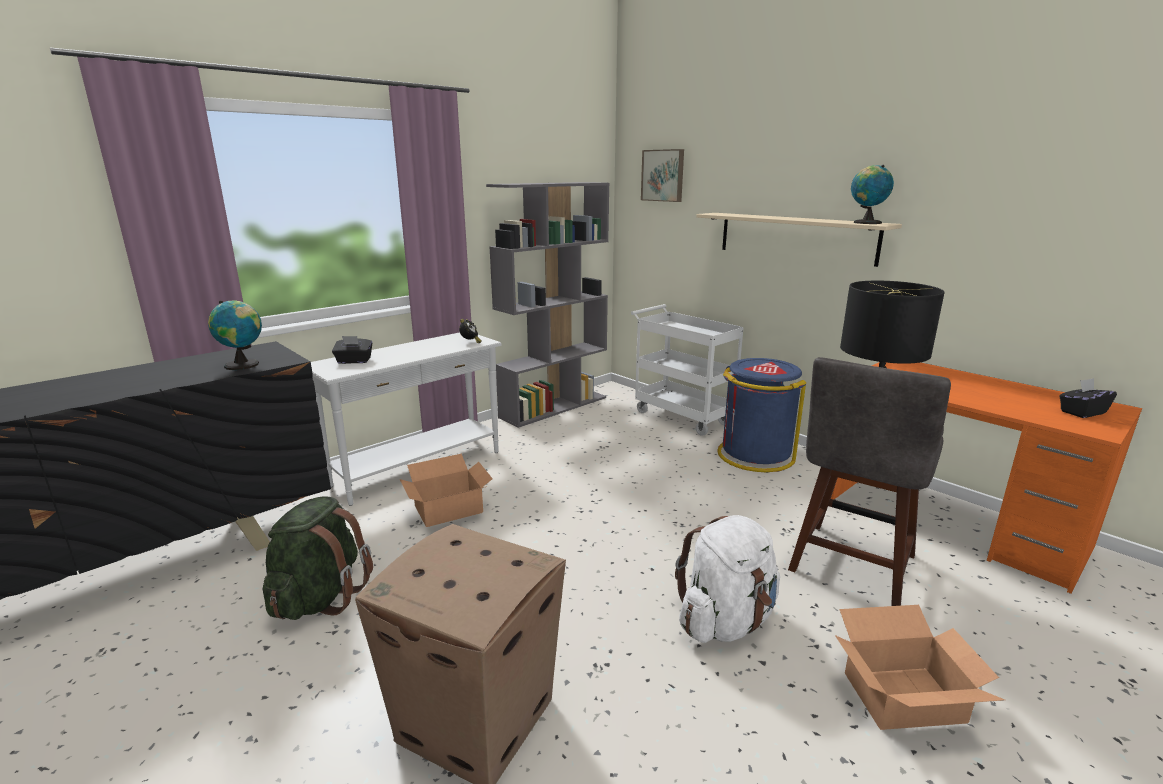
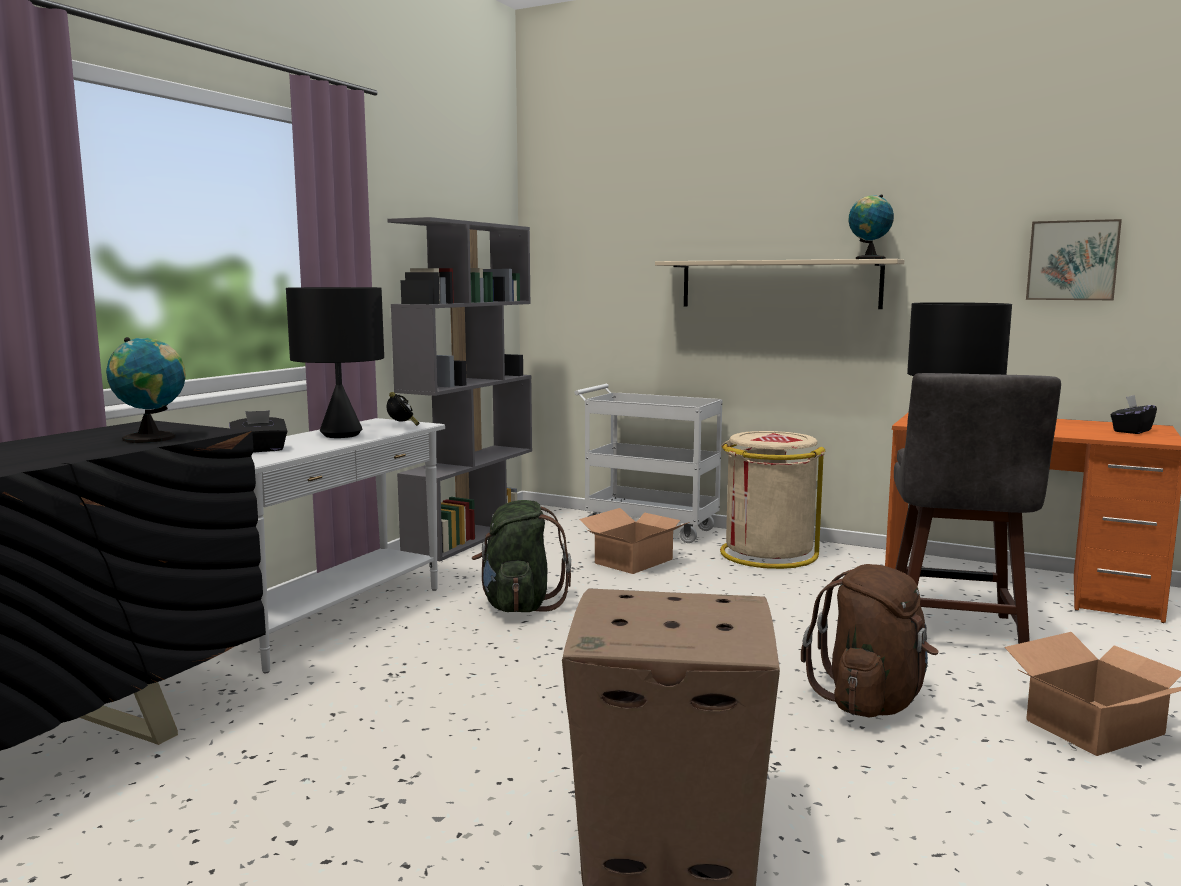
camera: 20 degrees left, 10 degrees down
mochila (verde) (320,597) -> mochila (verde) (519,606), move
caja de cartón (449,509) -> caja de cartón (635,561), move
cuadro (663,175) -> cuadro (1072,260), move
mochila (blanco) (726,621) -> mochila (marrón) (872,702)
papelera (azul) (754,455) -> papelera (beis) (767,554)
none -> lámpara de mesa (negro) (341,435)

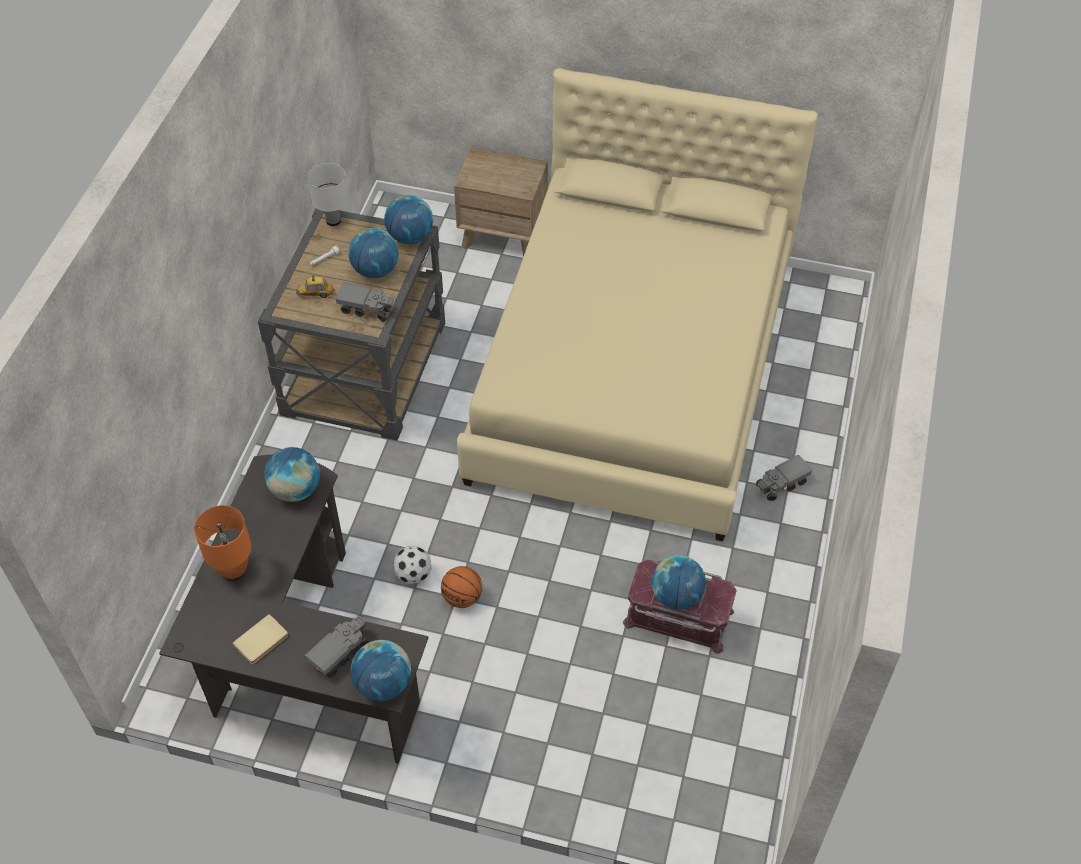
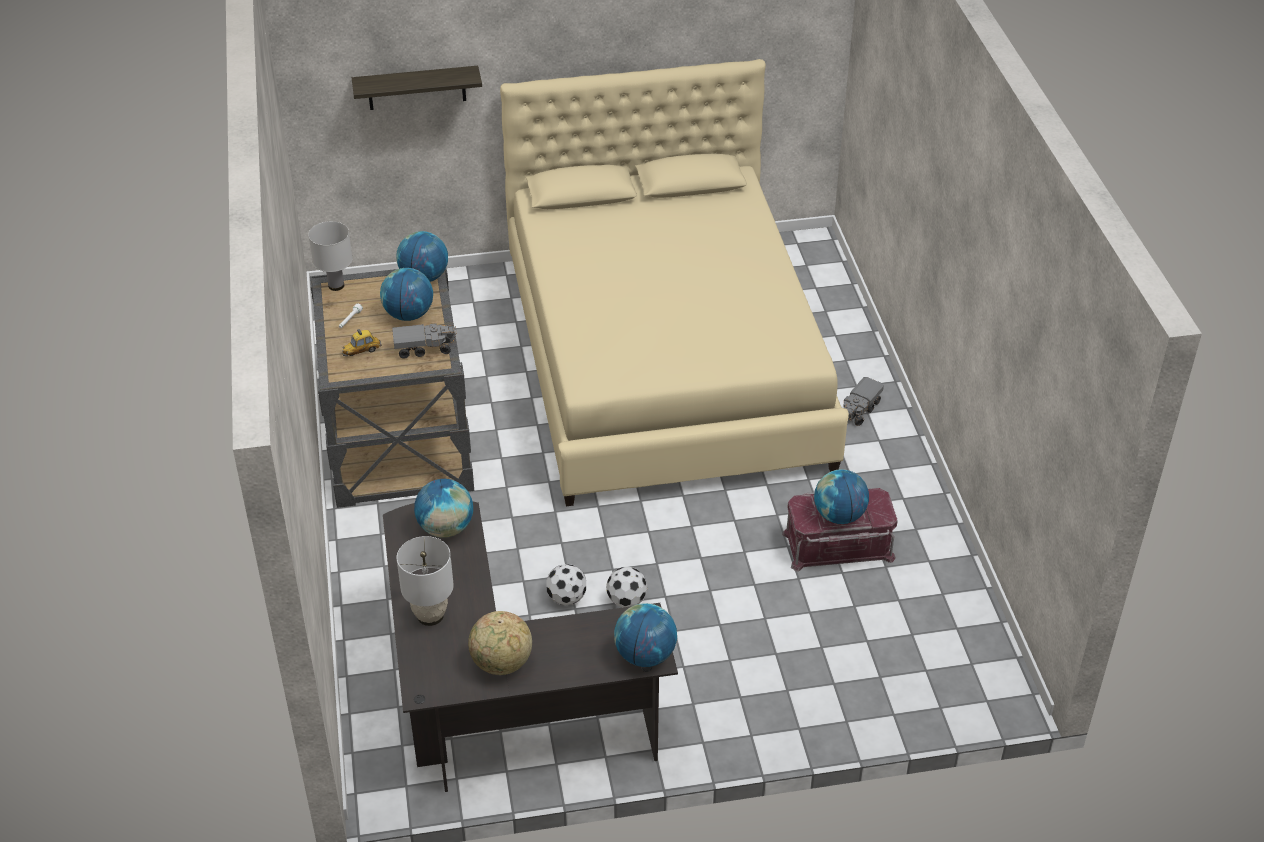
camera: 25 degrees left, 10 degrees down
lámpara de mesa (naranja) (233,570) -> lámpara de mesa (blanco) (430,615)
libro (beis) (262,641) -> globo terráqueo (501,663)
camión de juguete (340,652) -> none
balón de baloncesto (462,597) -> balón de fútbol (627,600)
mesita de noche (marrón) (503,235) -> none
none -> estante (416,88)

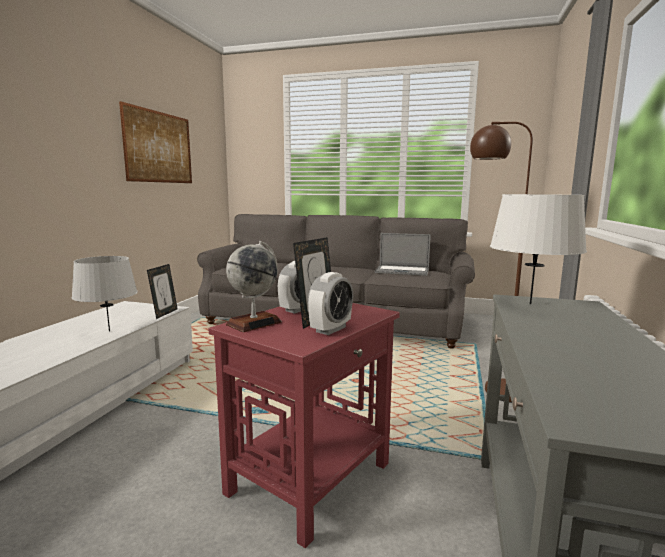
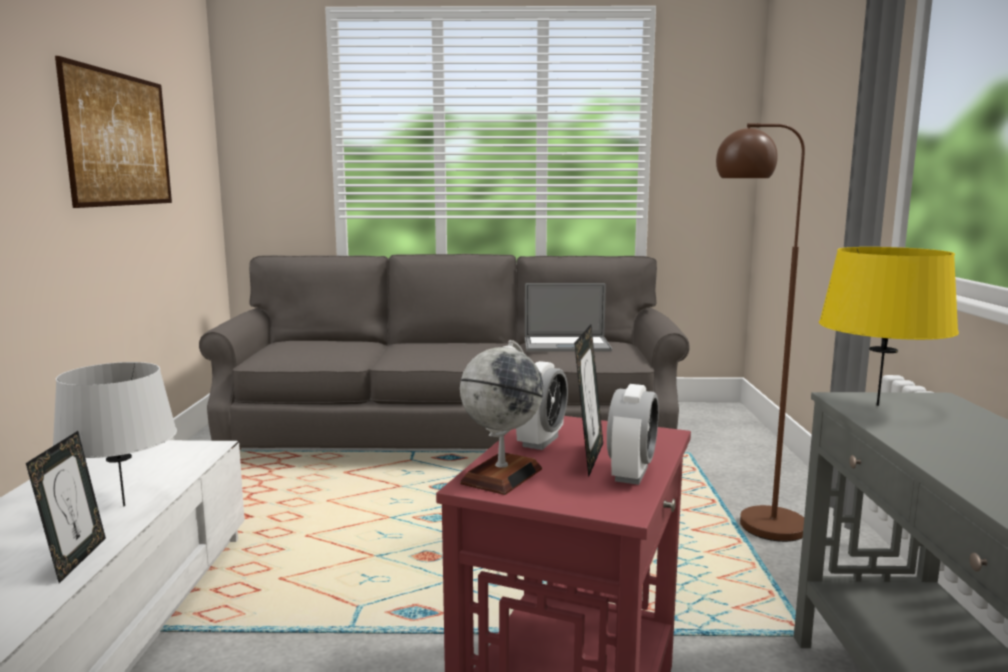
camera: 15 degrees left, 0 degrees up
portarretratos (164,313) -> portarretratos (76,559), move
lámpara de mesa (blanco) (530,304) -> lámpara de mesa (amarillo) (877,405)

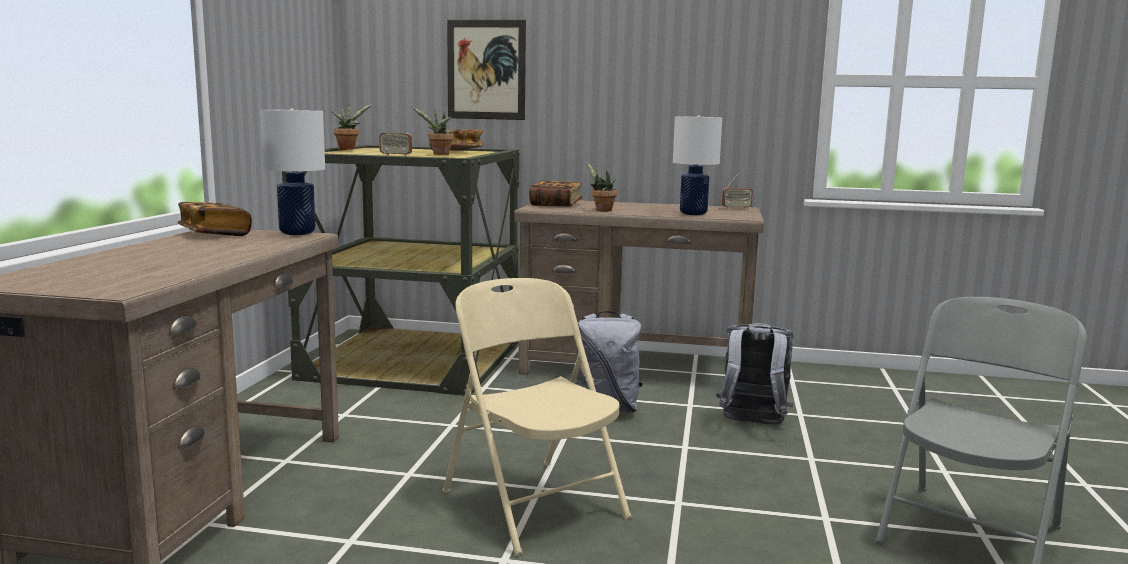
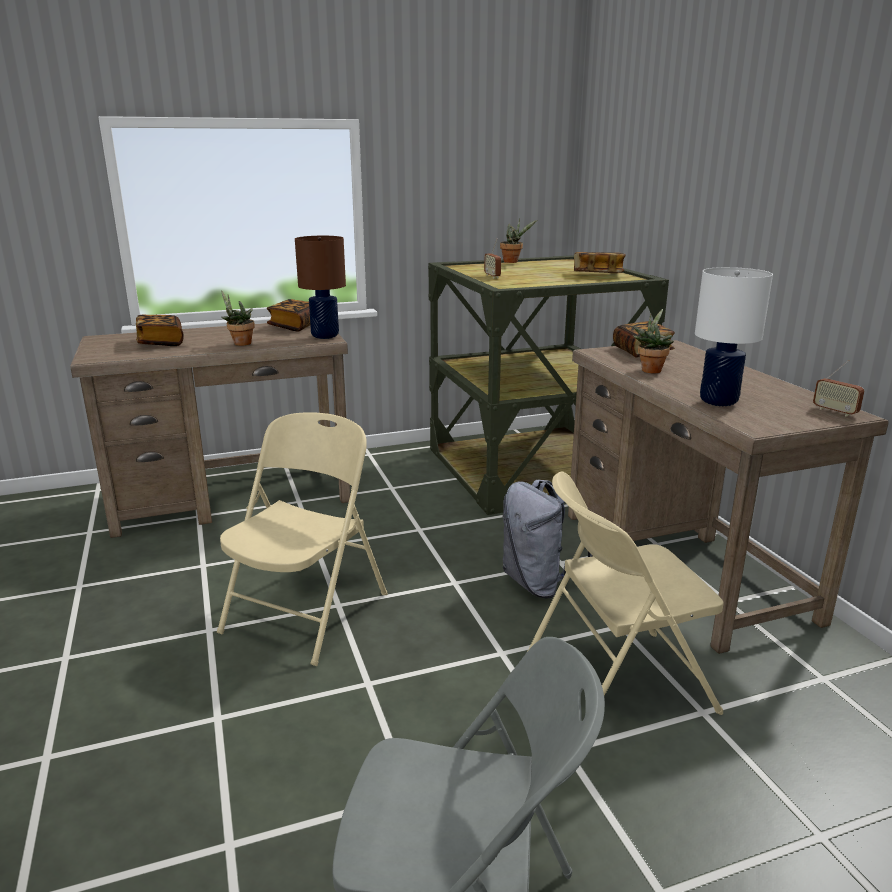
camera: 60 degrees right, 10 degrees up
lámpara de mesa (blanco) (298,234) -> lámpara de mesa (marrón) (325,337)
planta en maceta (439,154) -> planta en maceta (240,343), move
cuadro (486,70) -> none
mochila (gris) (752,424) -> silla (beis) (618,682)
none -> libro (161,342)

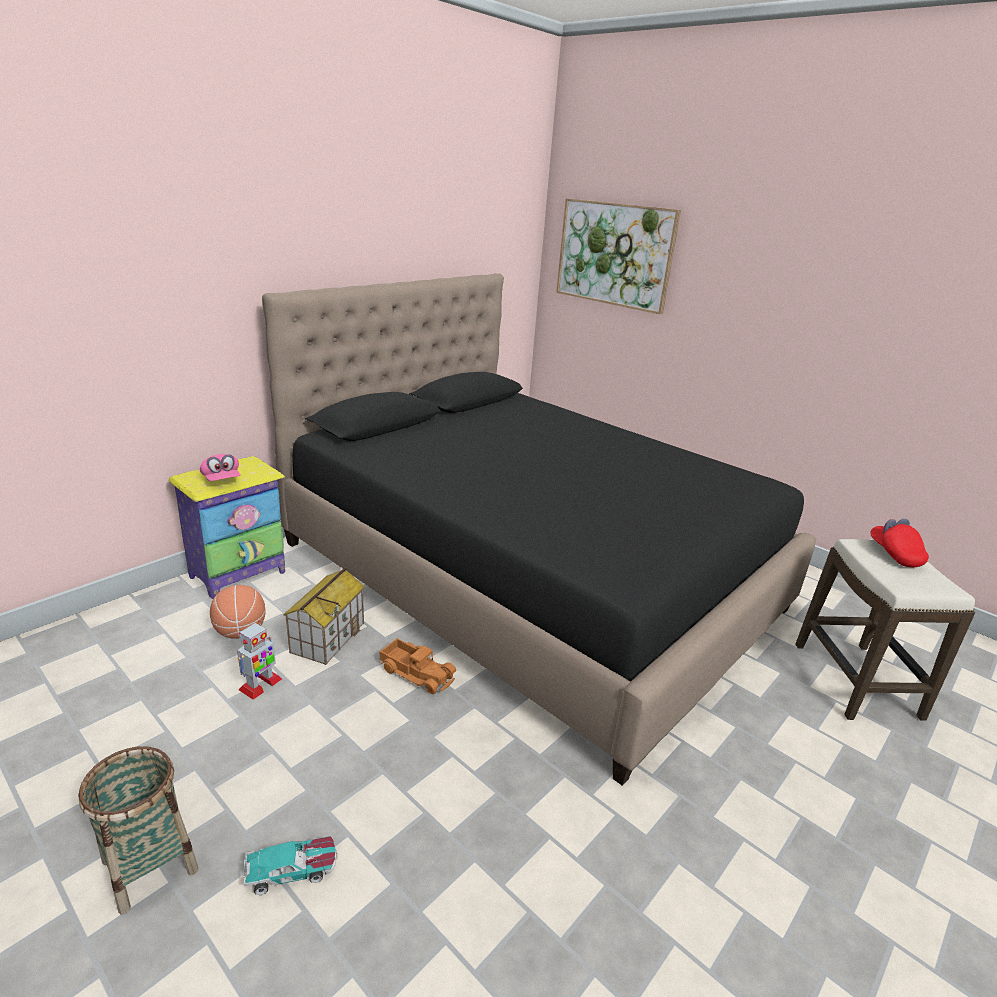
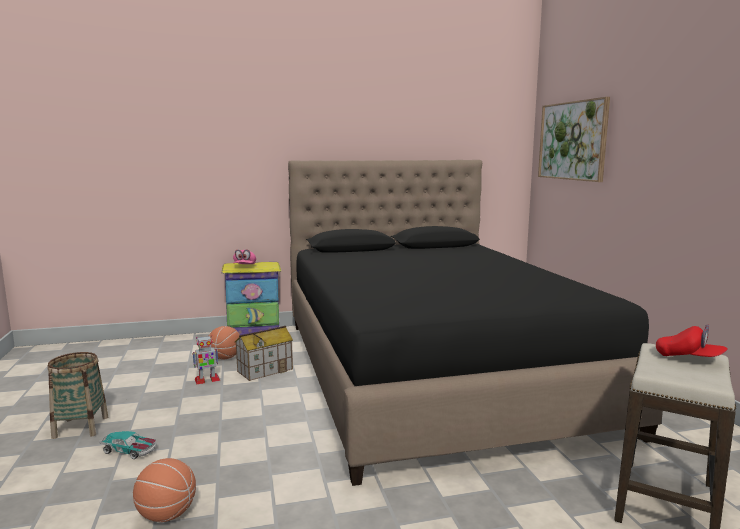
camera: 35 degrees right, 15 degrees down
camión de juguete (417,672) -> none
gorra (rojo) (894,554) -> gorra (rojo) (688,358), 105 degrees clockwise
none -> balón de baloncesto (166,514)

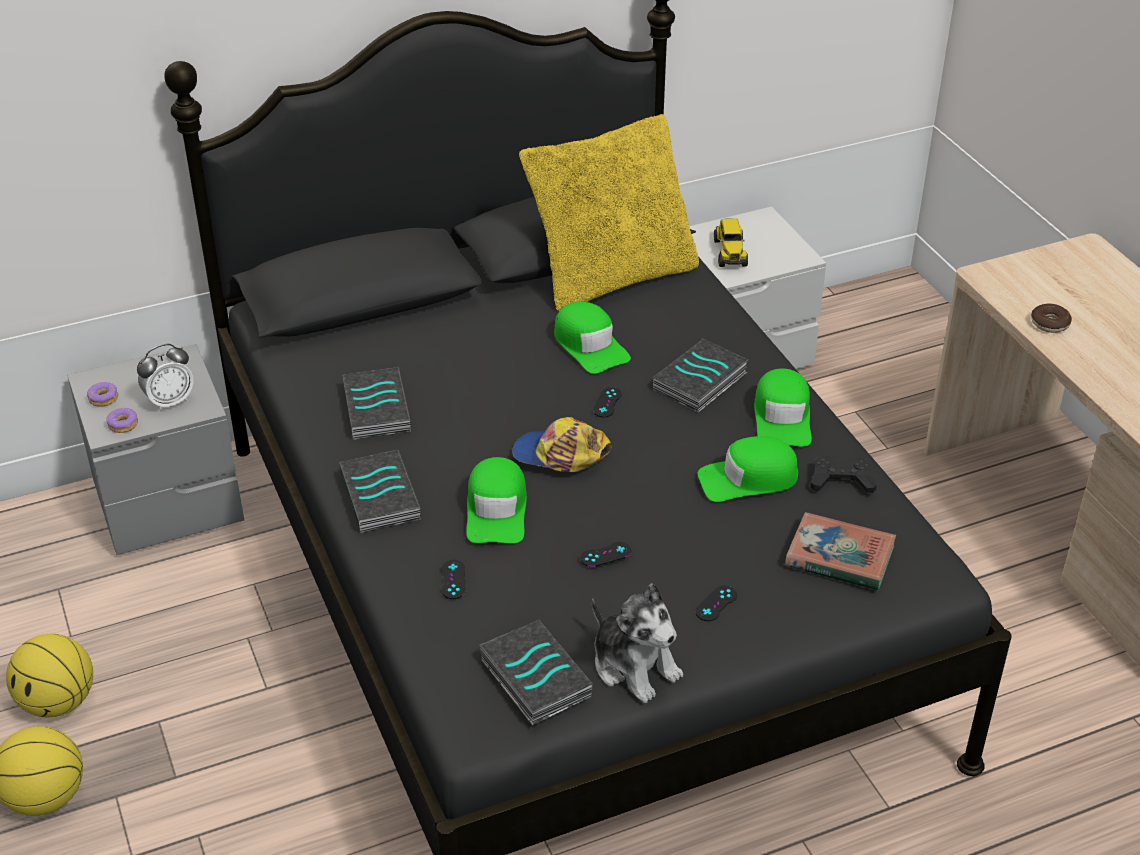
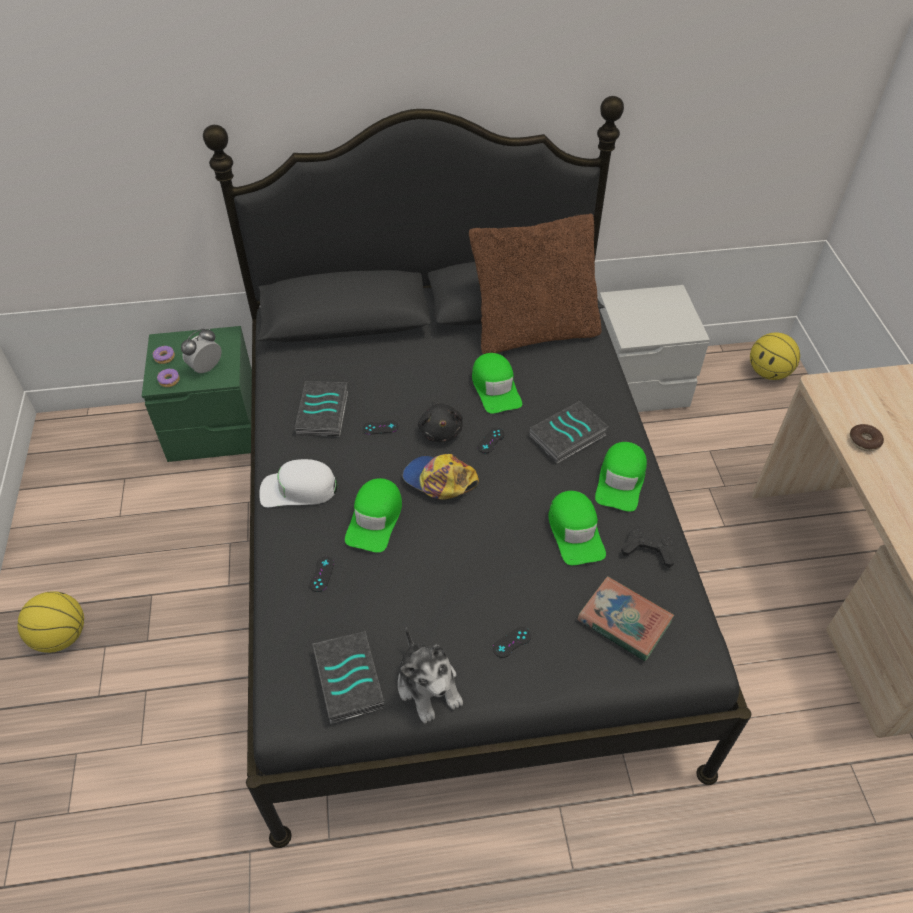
camera: 15 degrees right, 10 degrees up
balón de baloncesto (58,703) -> balón de baloncesto (768,373), move
mesita de noche (gris) (168,502) -> mesita de noche (verde) (215,427)
despertador (170,401) -> despertador (206,368), 150 degrees clockwise
libro (382,497) -> gorra (blanco) (298,489)
cojín (amarillo) (612,272) -> cojín (marrón) (534,328)
mando de consola (negro) (605,555) -> mando de consola (negro) (380,427), move
gorra (verde) (748,479) -> gorra (verde) (575,532), 105 degrees counterclockwise
camión de juguete (730,252) -> none
none -> peluche (negro) (440,430)

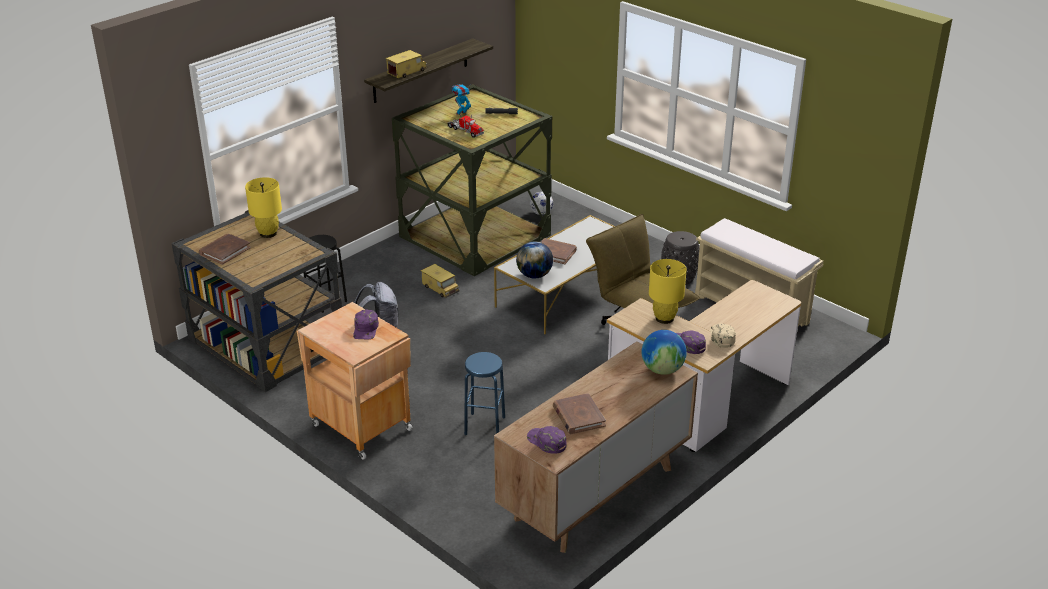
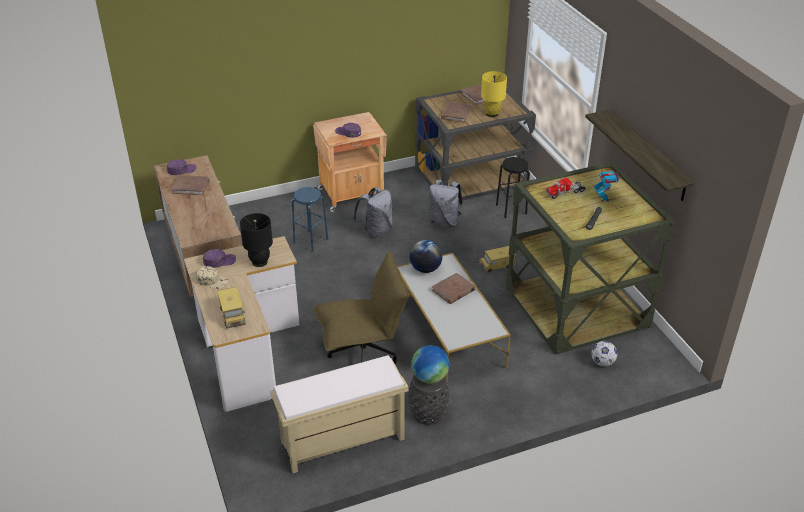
camera: 115 degrees right, 5 degrees up
camión de juguete (406,72) -> camión de juguete (232,315), move
globo terráqueo (662,369) -> globo terráqueo (430,377), move
lámpara de mesa (amarillo) (664,318) -> lámpara de mesa (negro) (260,262)
none -> mochila (gris) (375,231)
none -> libro (marrón) (455,114)

